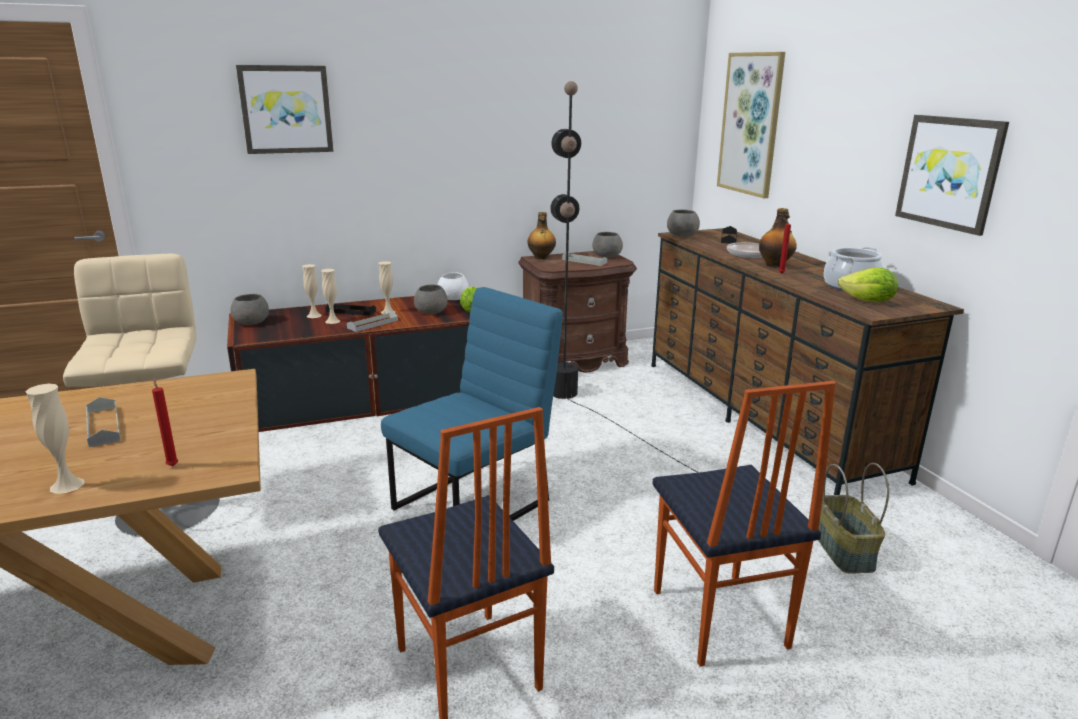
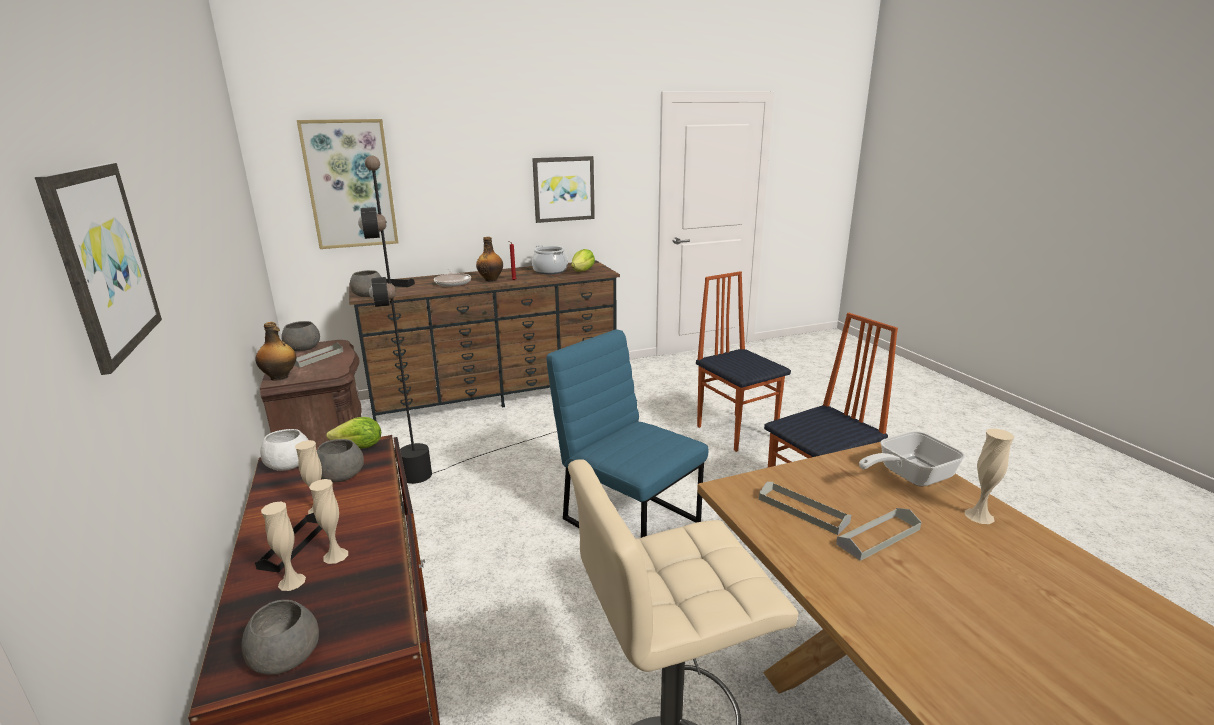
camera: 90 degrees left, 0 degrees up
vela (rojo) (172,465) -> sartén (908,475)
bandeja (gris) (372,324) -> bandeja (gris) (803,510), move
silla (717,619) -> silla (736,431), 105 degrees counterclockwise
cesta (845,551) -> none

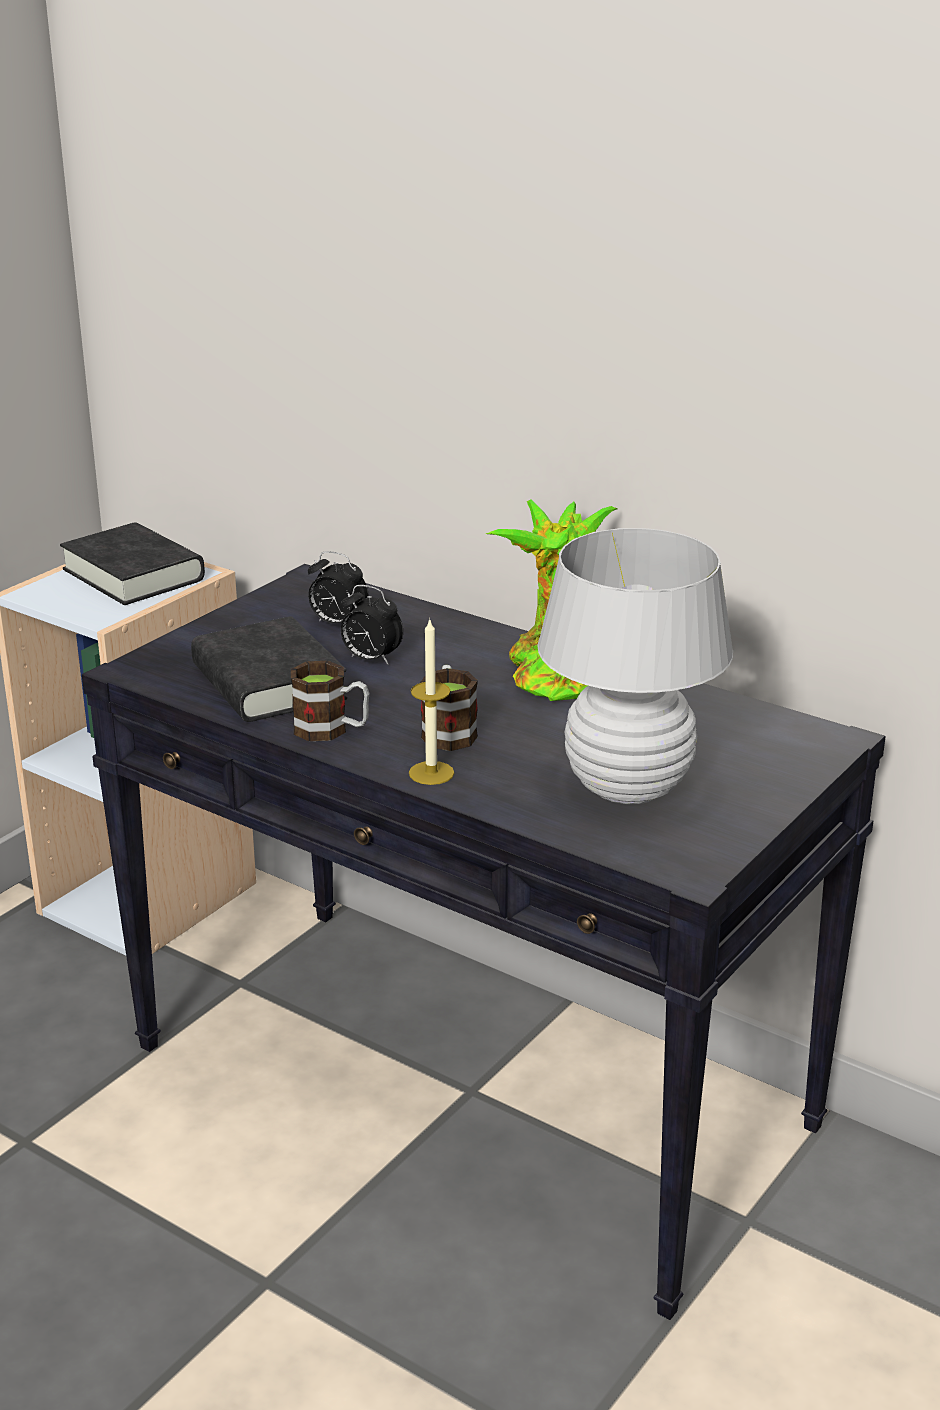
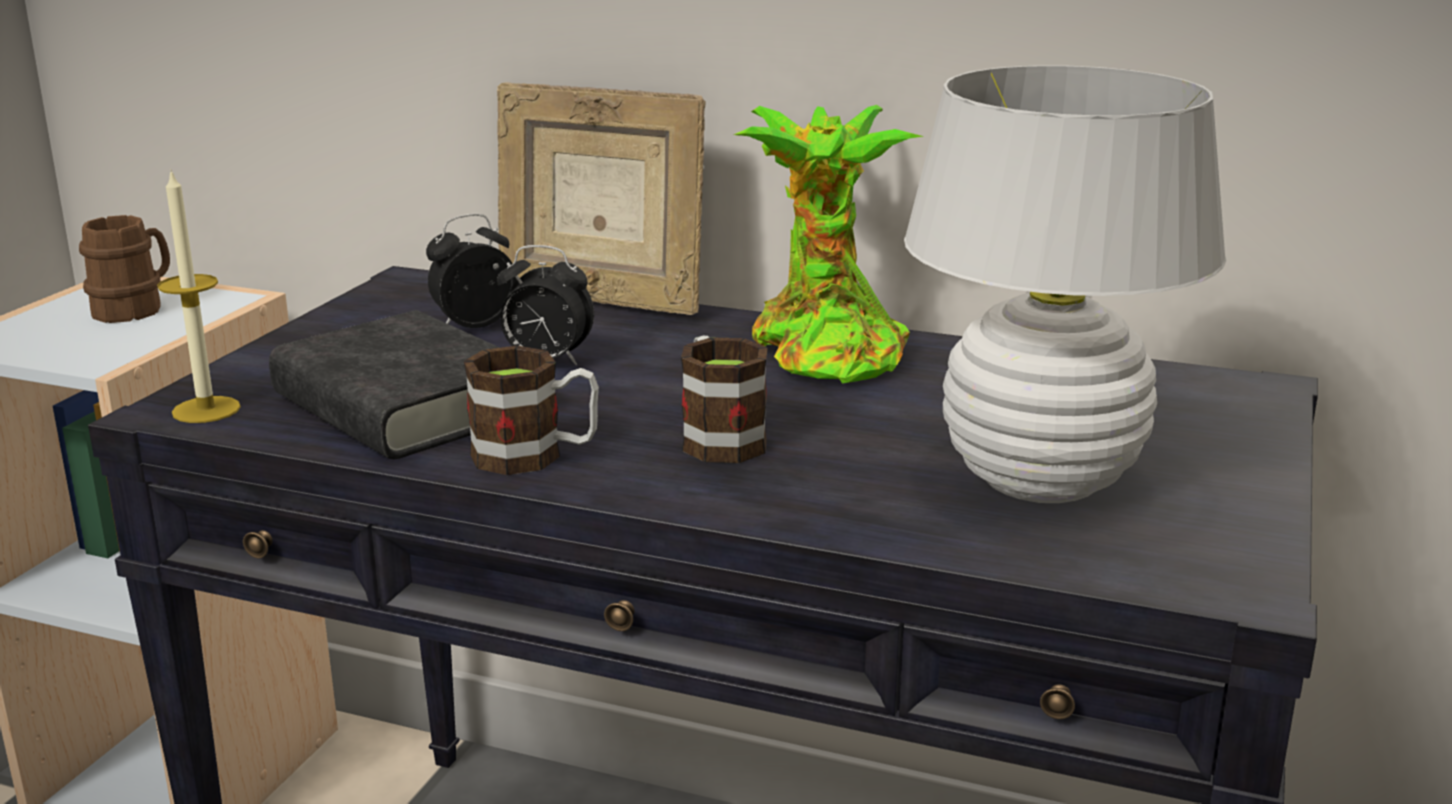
camera: 15 degrees left, 5 degrees down
libro (negro) (133,575) -> taza grande (marrón) (136,308)
despertador (337,623) -> despertador (474,325), 135 degrees clockwise
vela (431,773) -> vela (206,410), move
none -> portarretratos (599,300)

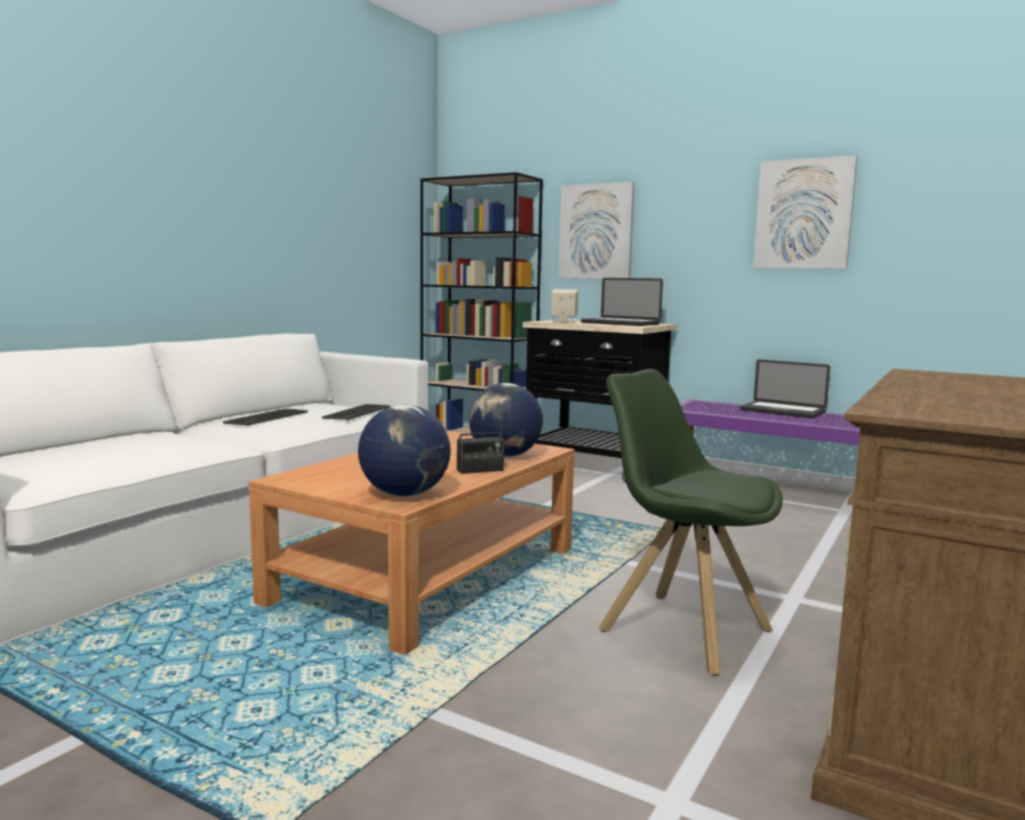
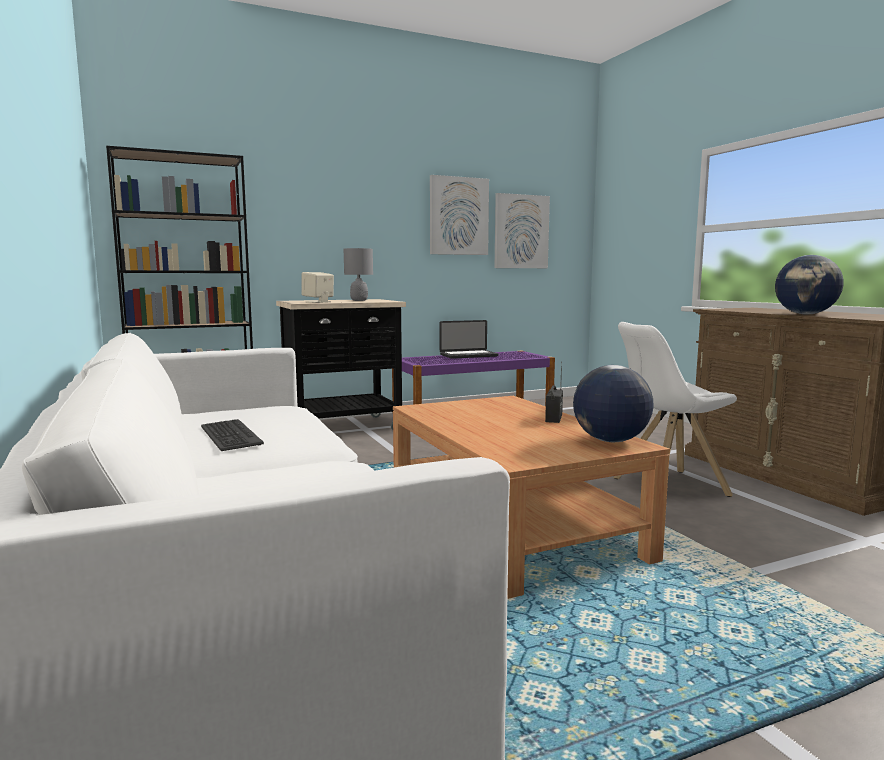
camera: 55 degrees left, 0 degrees up
teclado (356,413) -> none
globo terráqueo (504,456) -> globo terráqueo (805,314), move
cuadro (596,232) -> cuadro (521,232), move
portátil (620,323) -> lámpara de mesa (gris) (359,300)
silla (verde) (683,630) -> silla (blanco) (668,486)

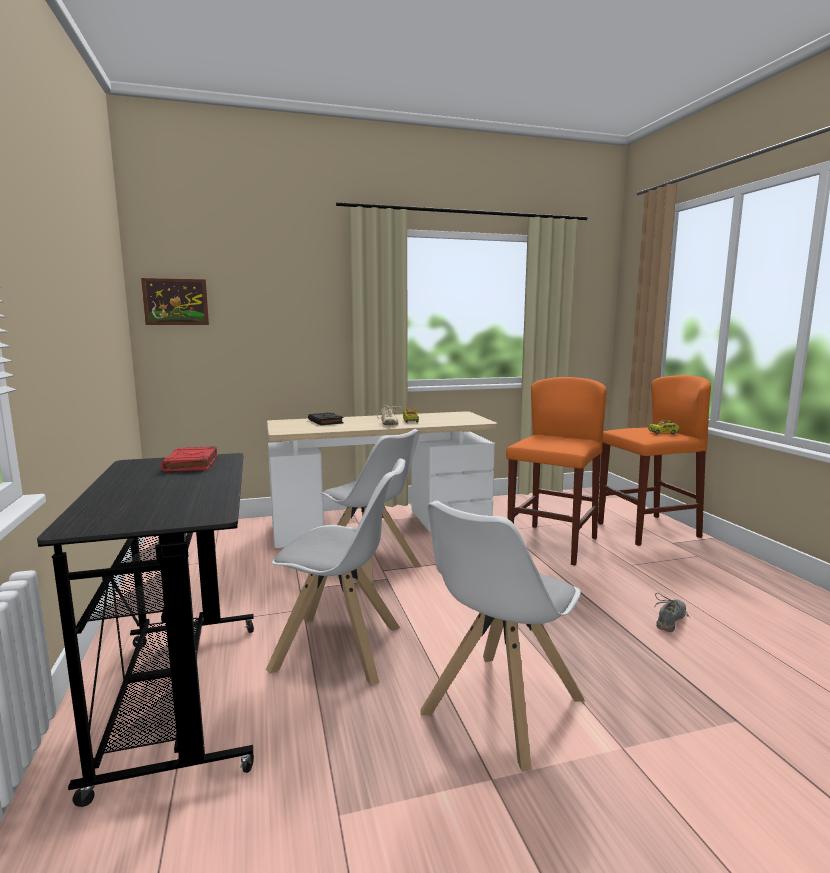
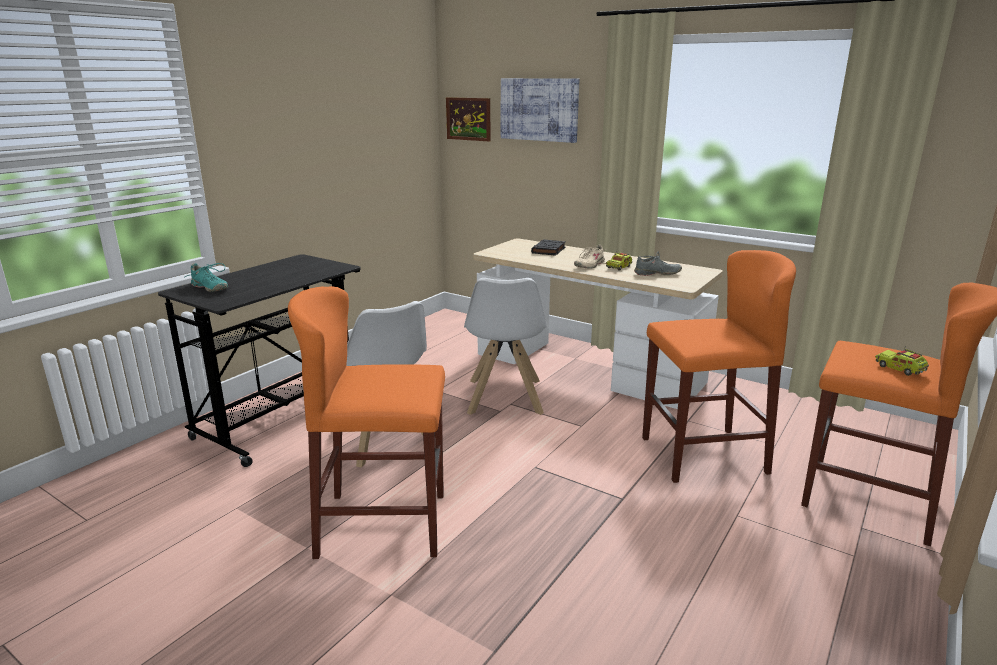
camera: 50 degrees right, 10 degrees up
libro (rojo) (191,464) -> none
silla (500,708) -> taburete (naranja) (383,524)
zapato (gris) (671,620) -> zapato (gris) (657,274), move
none -> zapato (turquesa) (209,288)
none -> cuadro (539,109)

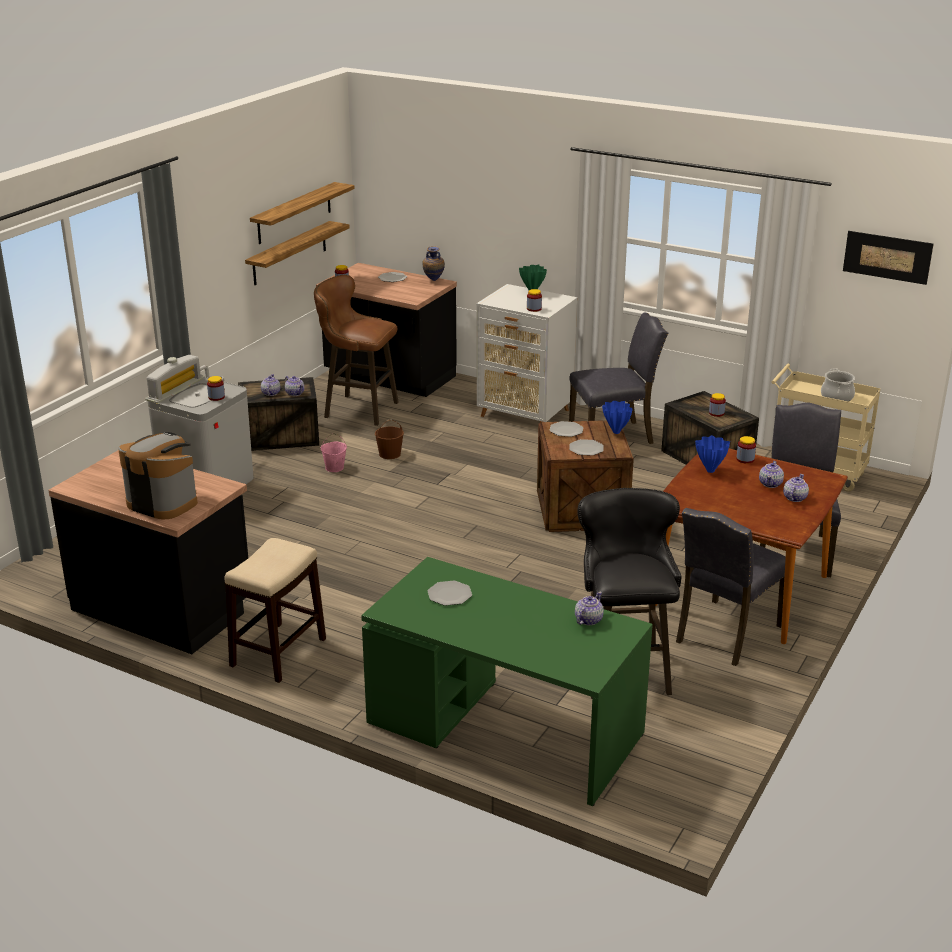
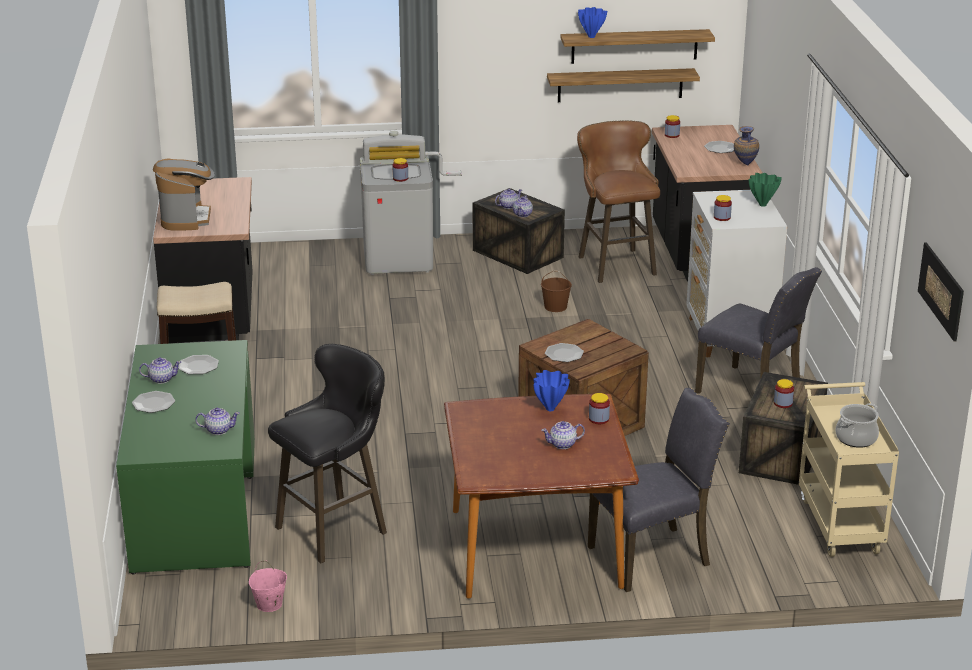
camera: 55 degrees right, 0 degrees up
cubo (rosa) (334,468) -> cubo (rosa) (269,604), move
plato (566,430) -> plato (153,403), move
florero (azul) (616,432) -> florero (azul) (591,36), move
silla (gris) (725,634) -> none
tetera (794,498) -> tetera (161,379), move

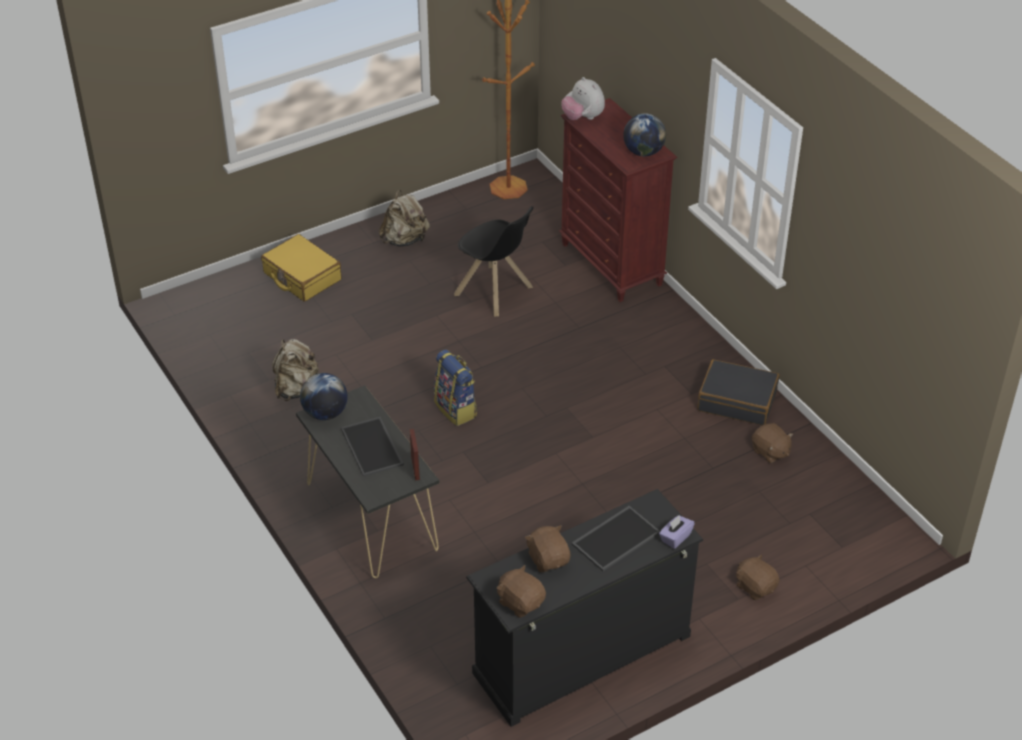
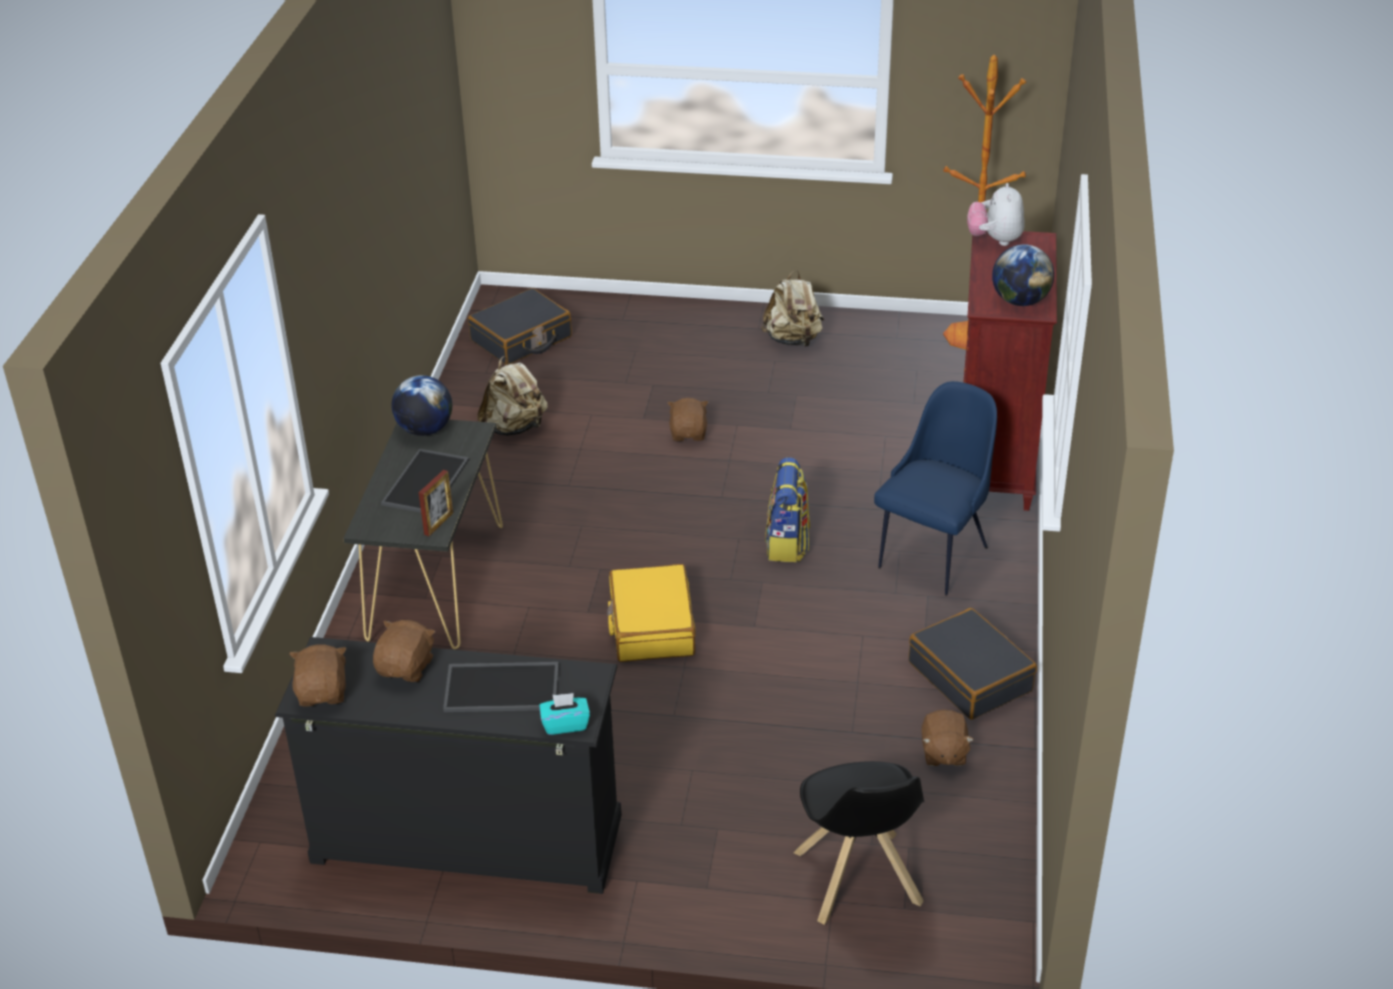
camera: 40 degrees right, 5 degrees down
maleta (amarillo) (302,277) -> maleta (amarillo) (651,626), move
mochila (456,409) -> mochila (787,544), move
silla (negro) (495,292) -> silla (negro) (858,880), move
caja de pañuelos (morado) (675,538) -> caja de pañuelos (turquesa) (565,724)
peluche (marrón) (755,587) -> peluche (marrón) (689,433), move
none -> maleta (negro) (521,339)
none -> silla (azul) (933,557)

